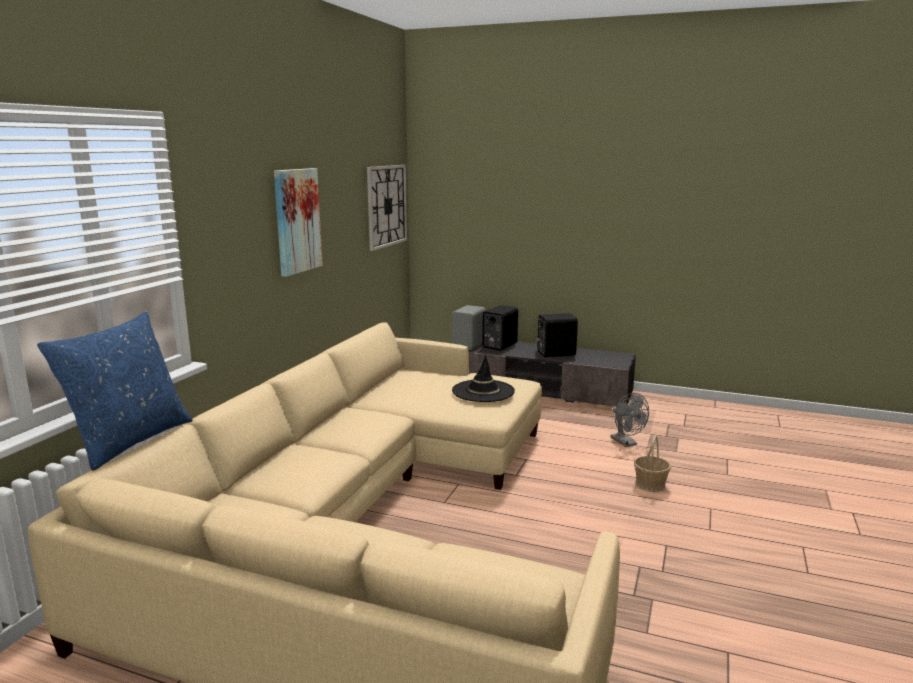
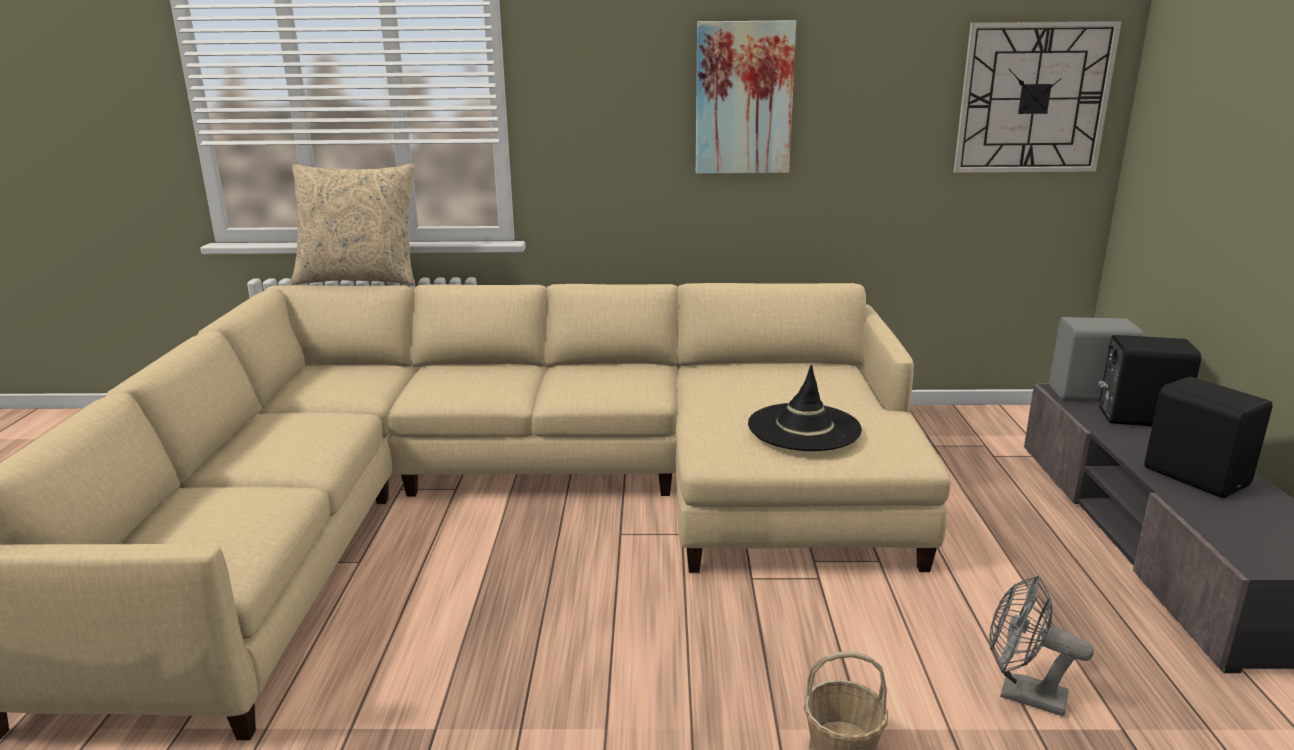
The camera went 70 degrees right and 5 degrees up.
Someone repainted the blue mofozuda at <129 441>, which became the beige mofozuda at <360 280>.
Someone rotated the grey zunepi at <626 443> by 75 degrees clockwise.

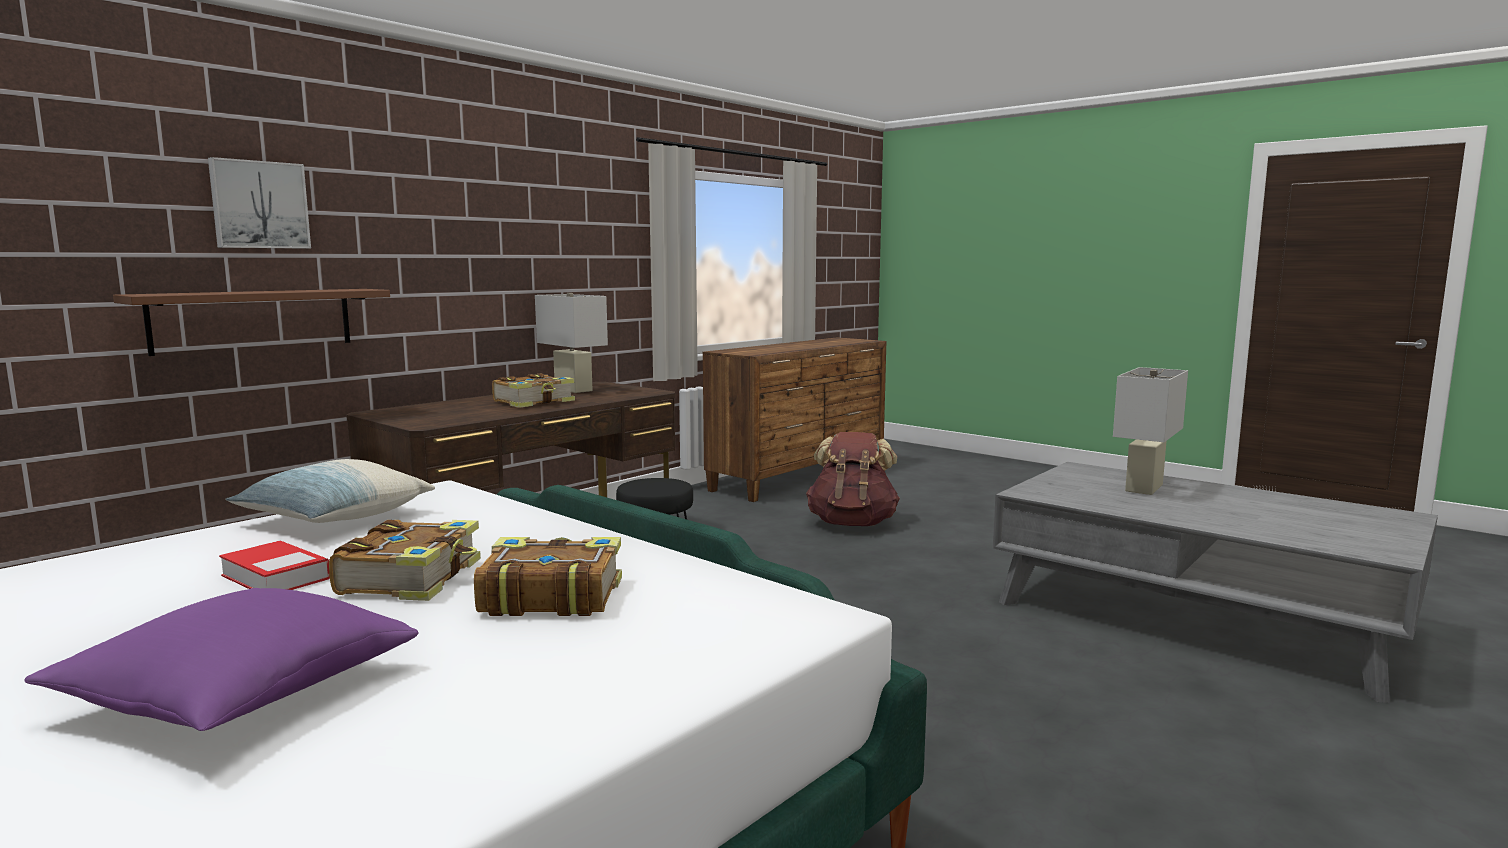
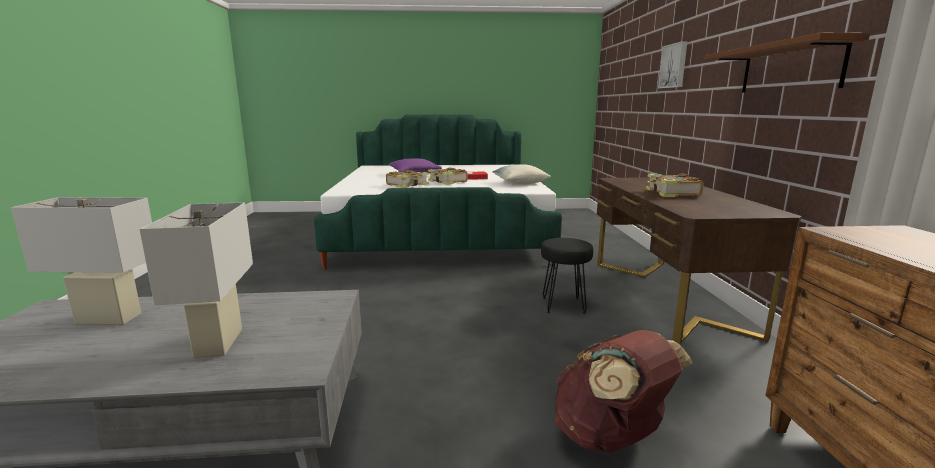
The camera went 135 degrees right and 5 degrees up.
Someone carried the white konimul from <573 390> to <108 319>.
Someone carried the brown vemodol from <253 320> to <789 68>.

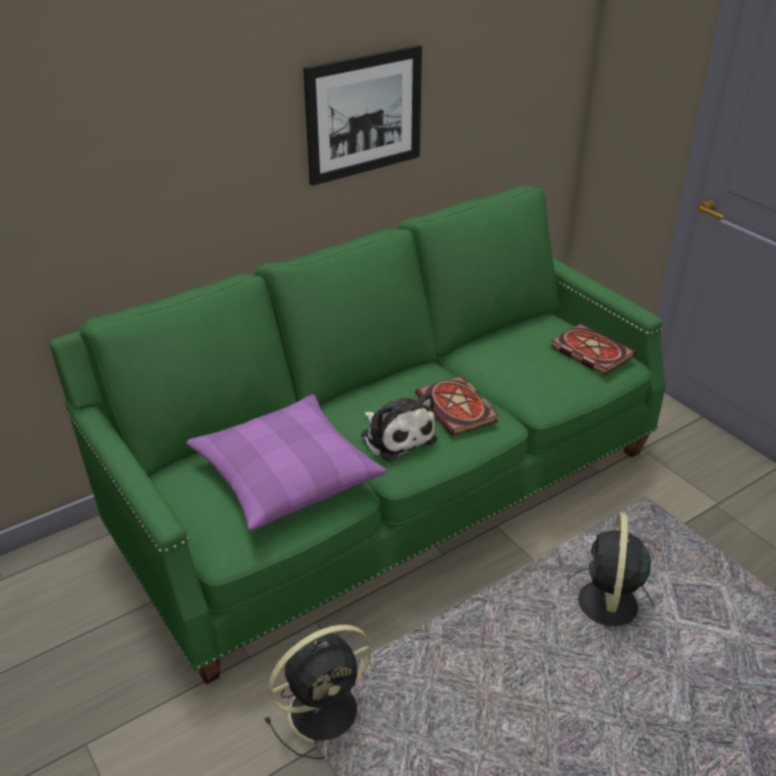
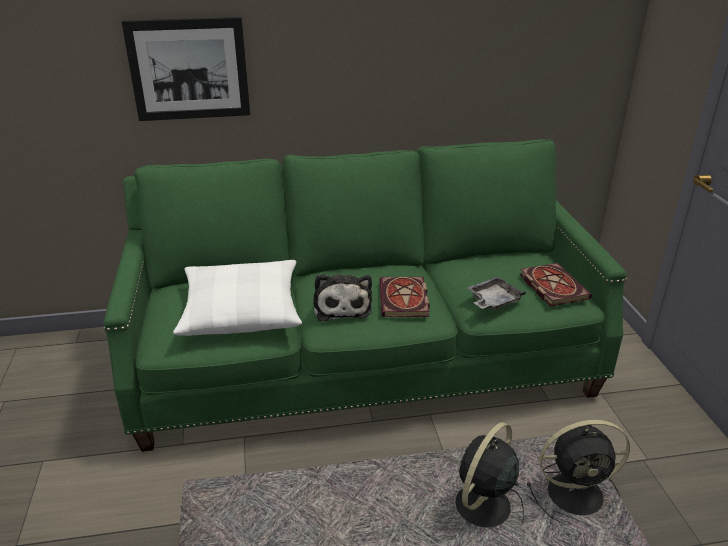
The camera went 25 degrees right and 5 degrees down.
Someone carried the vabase from <364 114> to <189 69>.
Someone repainted the purple mofozuda at <286 474>, which became the white mofozuda at <241 309>.
Someone put down the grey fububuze at <493 301>.
Someone carried the black zunepi from <327 709> to <577 494>.

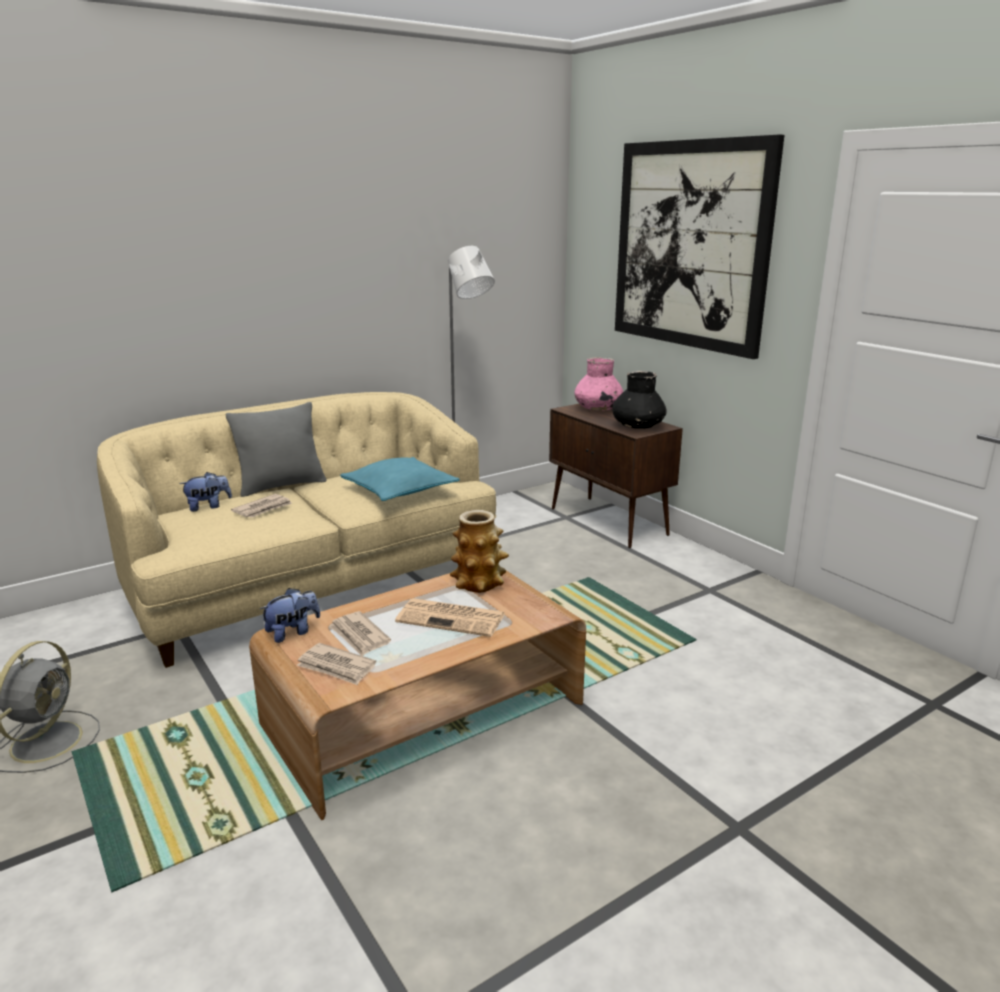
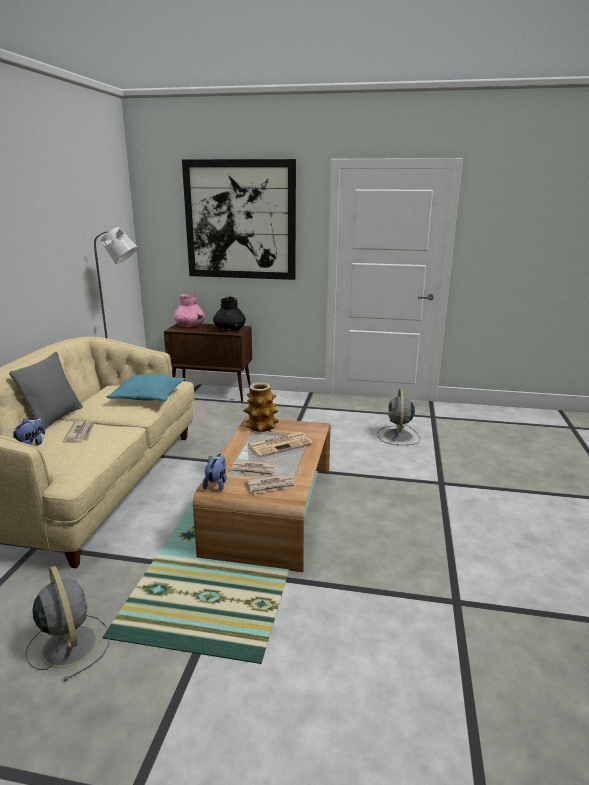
The camera went 45 degrees left and 0 degrees up.
Someone put down the grey zunepi at <398 436>.

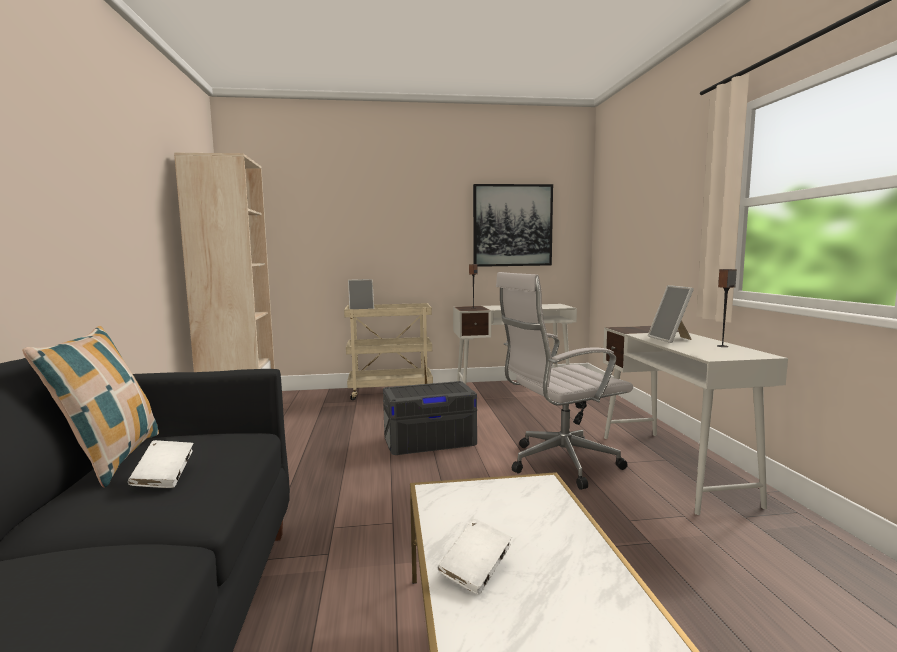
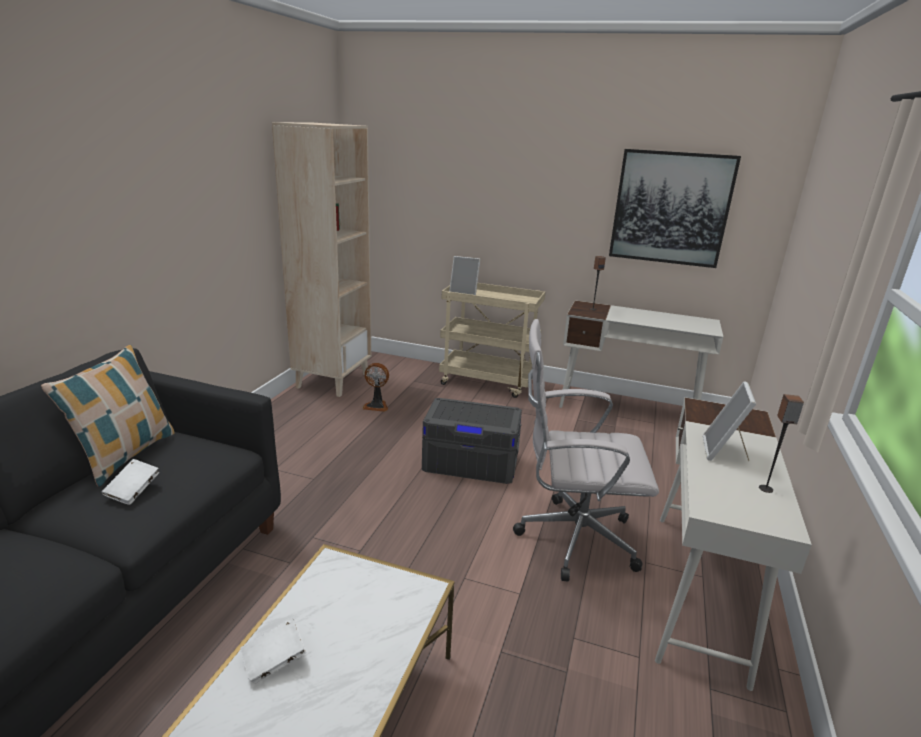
The camera went 25 degrees right and 15 degrees up.
Someone put down the zunepi at <376 405>.

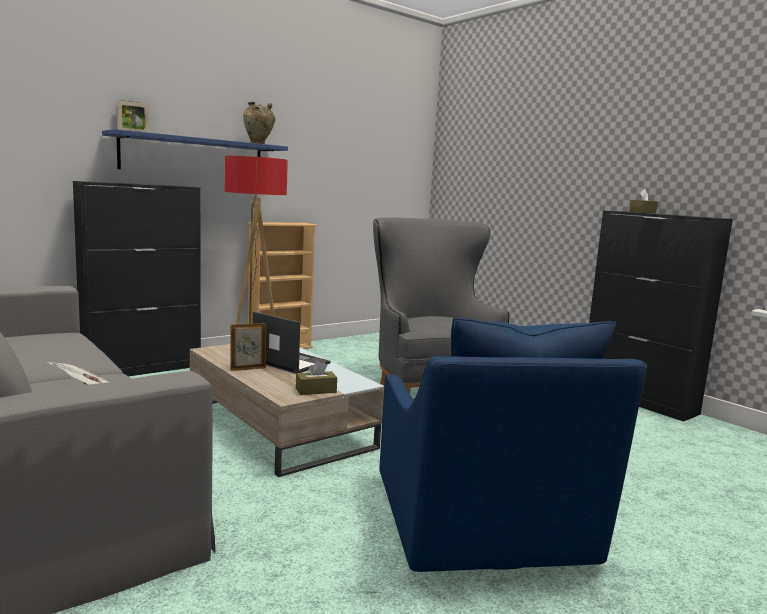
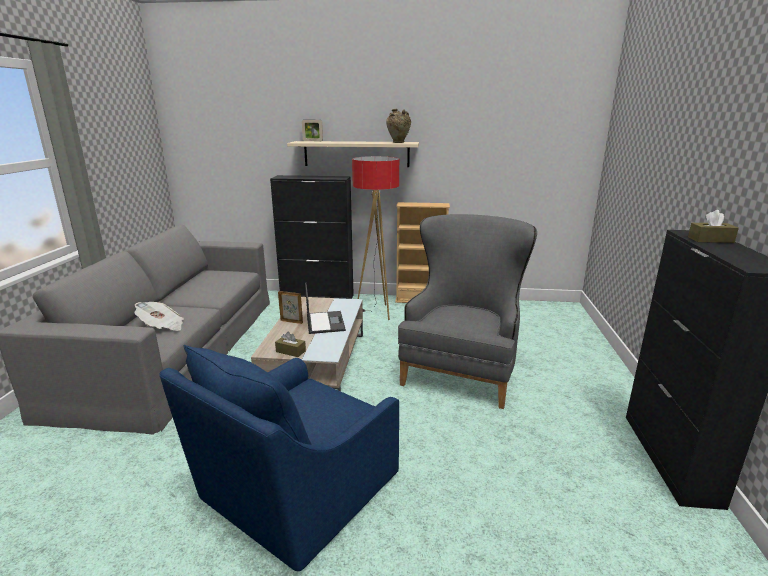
The camera went 45 degrees right and 10 degrees up.
Someone repainted the blue vemodol at <193 156>, which became the beige vemodol at <356 154>.

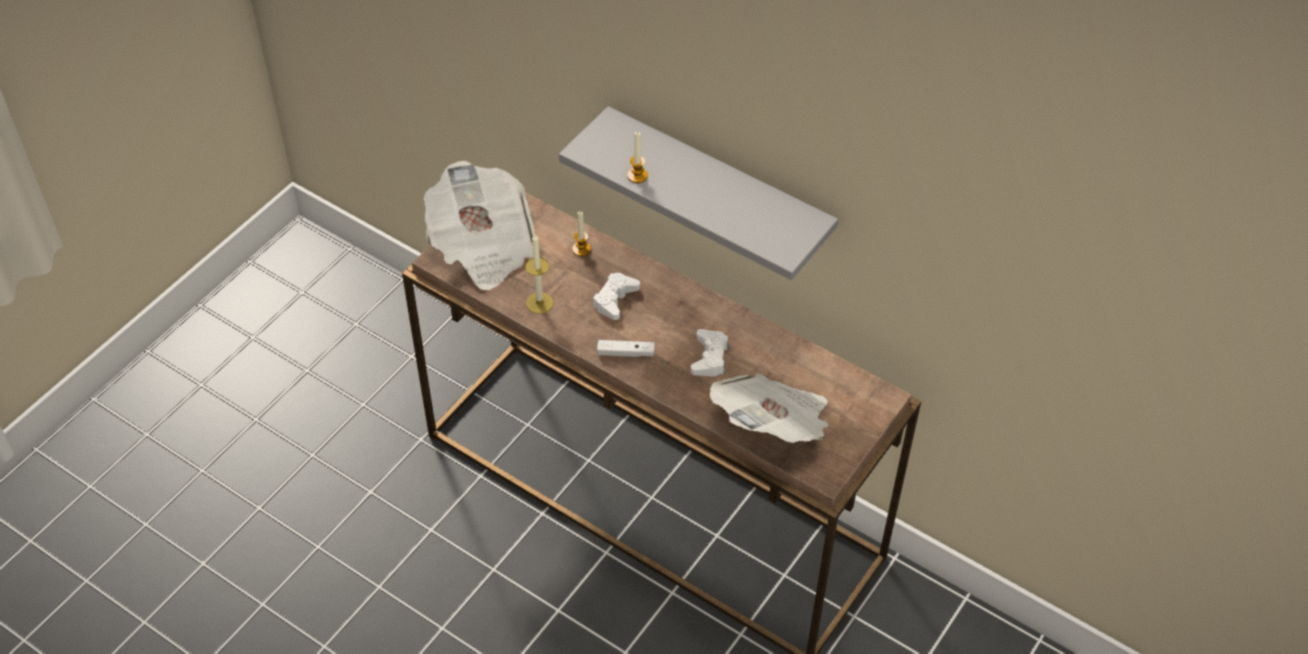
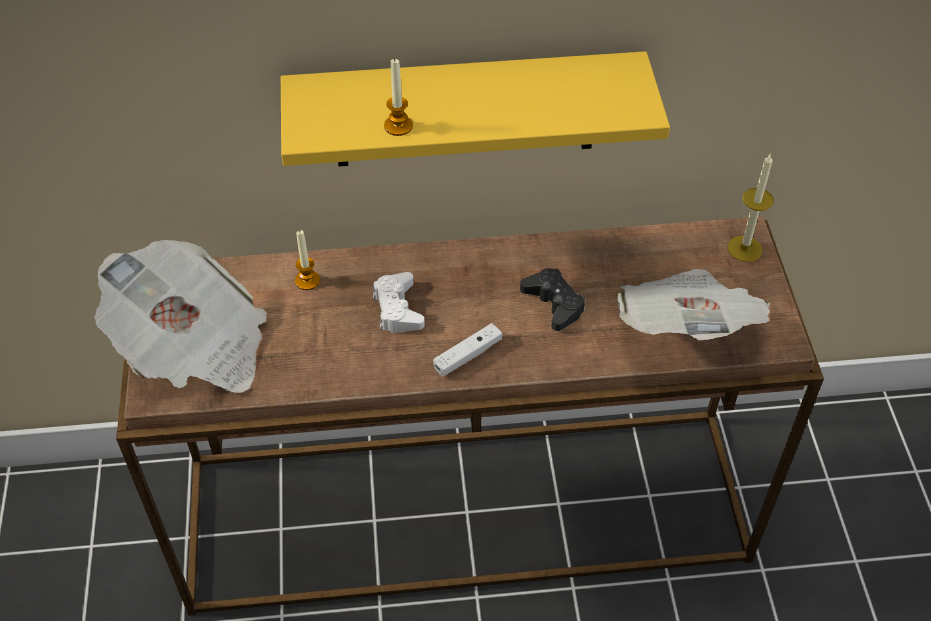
The camera went 40 degrees left and 0 degrees up.
Someone repainted the grey vemodol at <718 193>, which became the yellow vemodol at <465 110>.
Someone repainted the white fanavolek at <709 358>, which became the black fanavolek at <553 303>.
Someone carried the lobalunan from <539 303> to <744 248>.

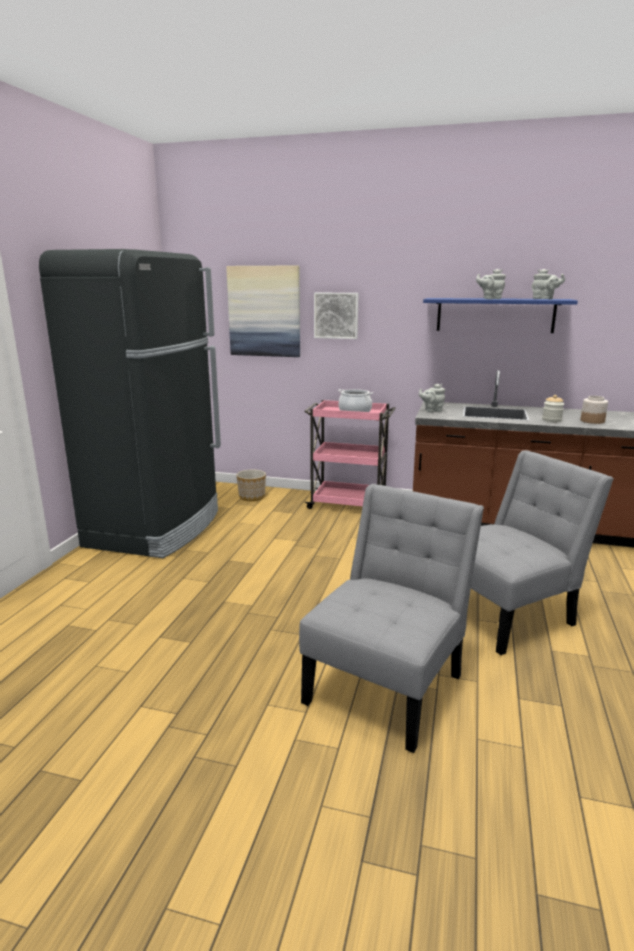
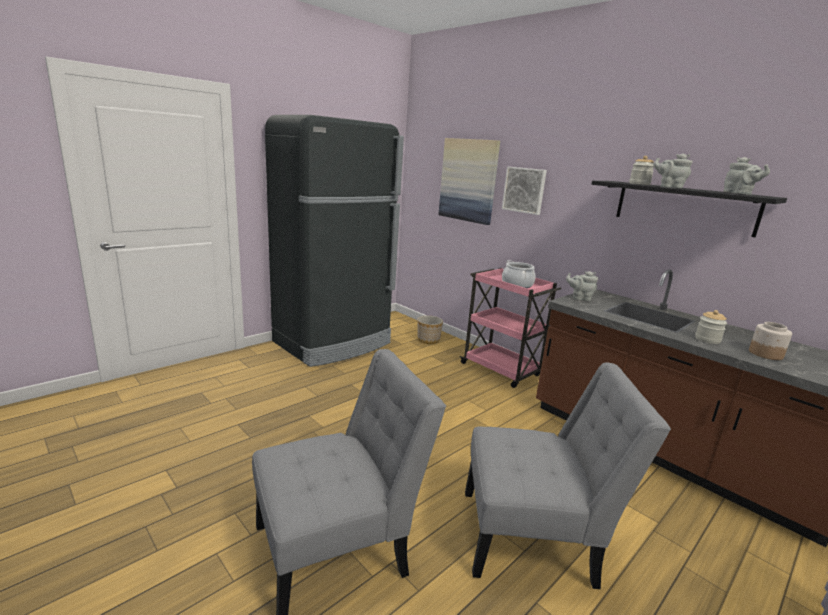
The camera went 30 degrees right and 0 degrees up.
Someone repainted the blue vemodol at <495 315>, which became the black vemodol at <684 207>.
Someone put down the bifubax at <639 184>.

